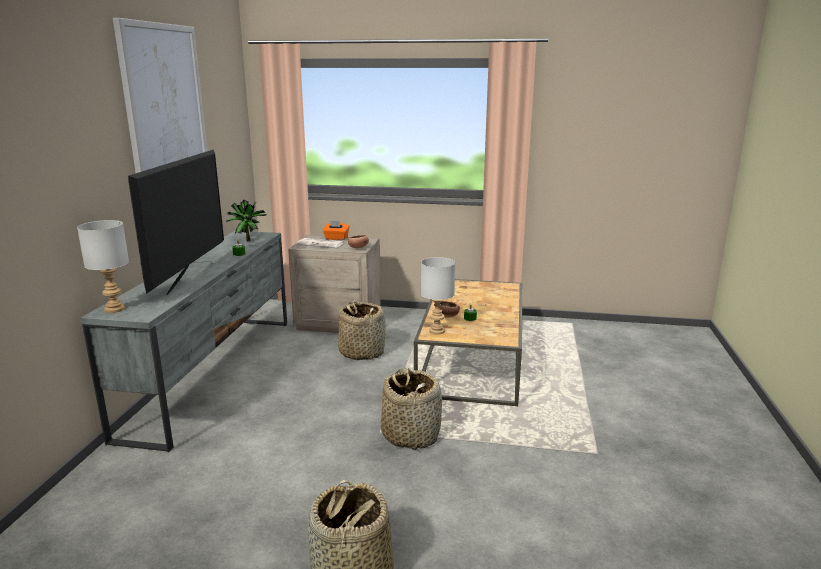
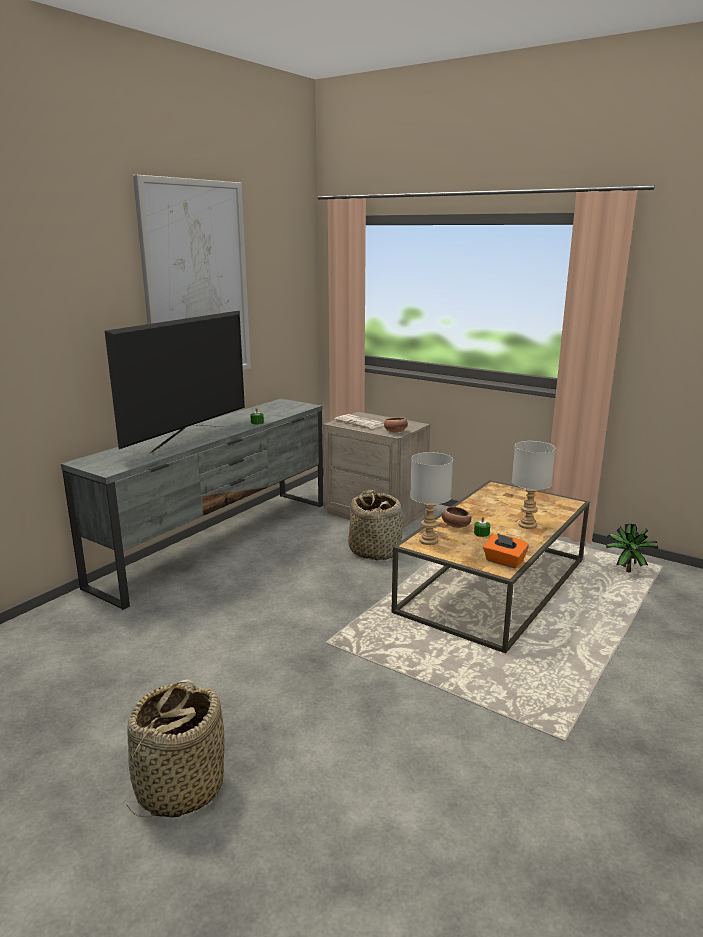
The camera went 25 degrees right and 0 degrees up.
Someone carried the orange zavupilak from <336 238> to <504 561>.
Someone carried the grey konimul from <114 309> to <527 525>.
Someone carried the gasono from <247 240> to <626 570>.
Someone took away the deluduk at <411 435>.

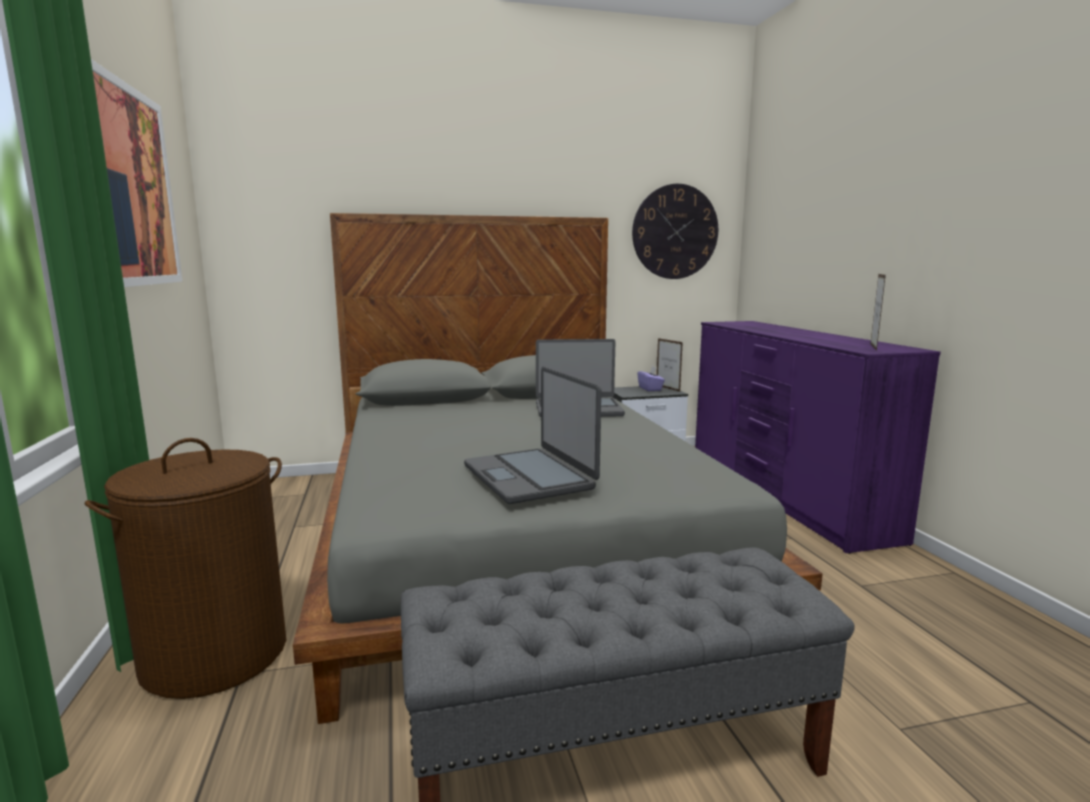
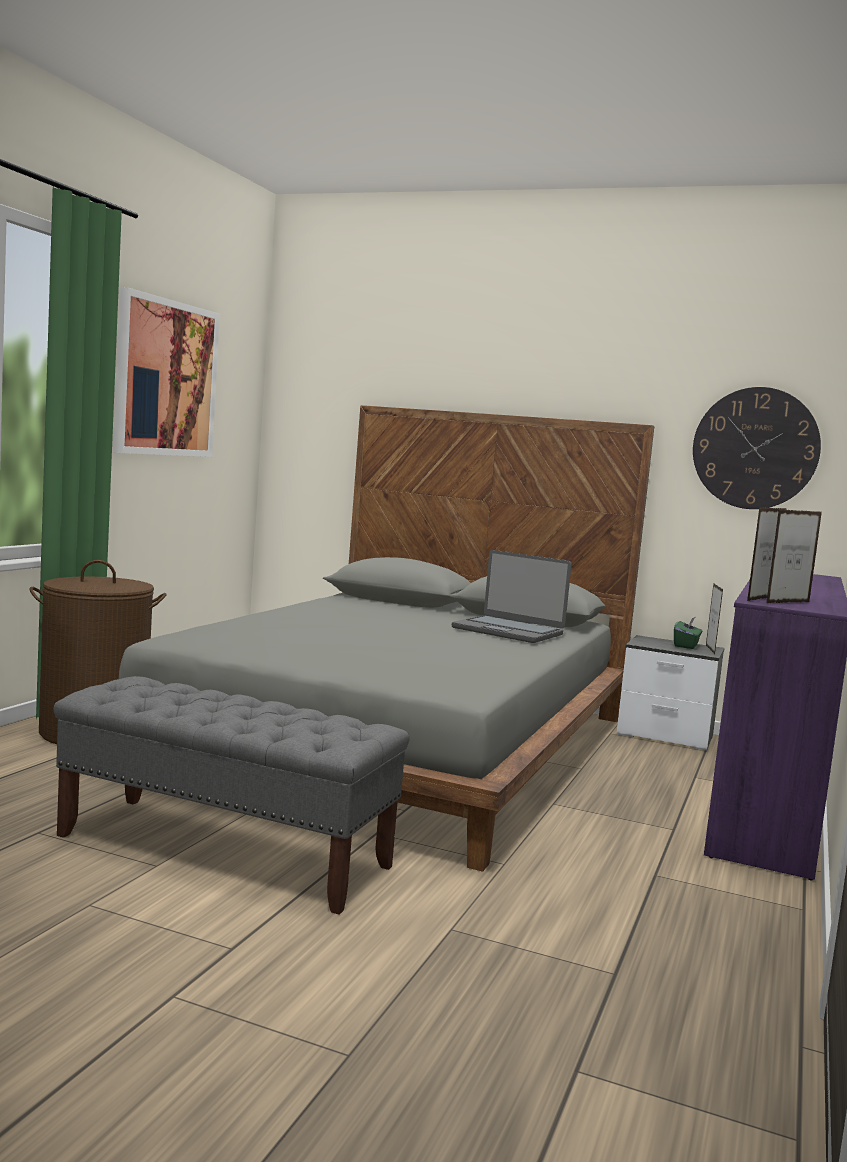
The camera went 35 degrees right and 5 degrees down.
Someone repainted the purple zavupilak at <650 389>, which became the green zavupilak at <686 646>.
Someone put down the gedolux at <761 599>.
Someone took away the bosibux at <530 476>.

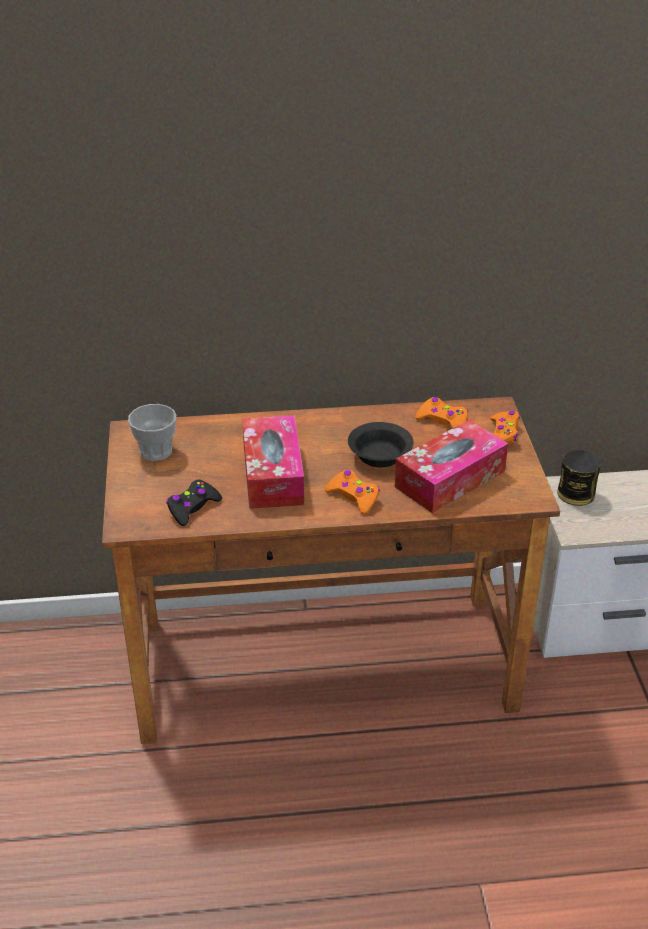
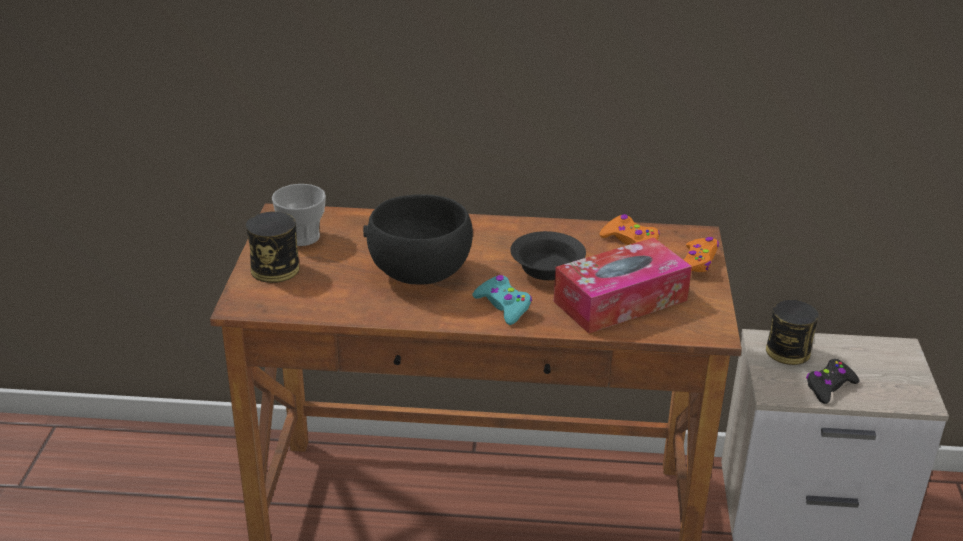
The camera went 10 degrees right and 5 degrees down.
Someone put down the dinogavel at <275 269>.
Someone swapped the zavupilak at <273 474> for the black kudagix at <420 273>.
Someone repainted the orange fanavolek at <353 496>, which became the turquoise fanavolek at <503 306>.
Someone carried the black fanavolek from <192 507> to <829 387>.

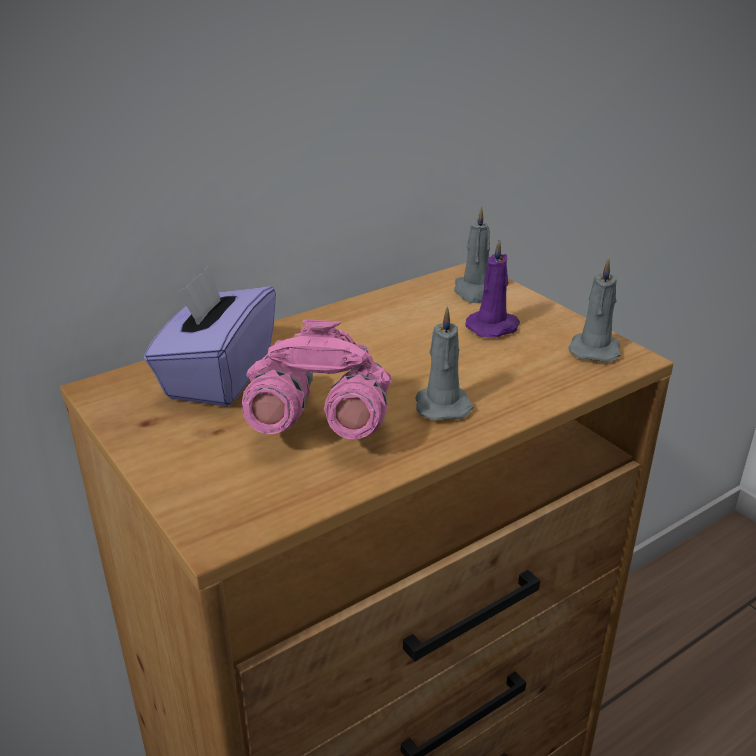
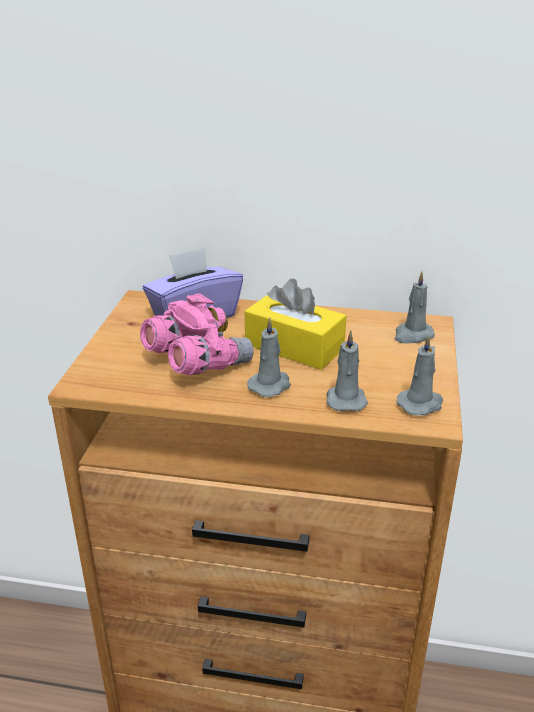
The camera went 45 degrees right and 0 degrees up.
Someone put down the yellow zavupilak at <294 346>.
Someone put down the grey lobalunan at <345 399>.
Someone took away the purple lobalunan at <494 327>.

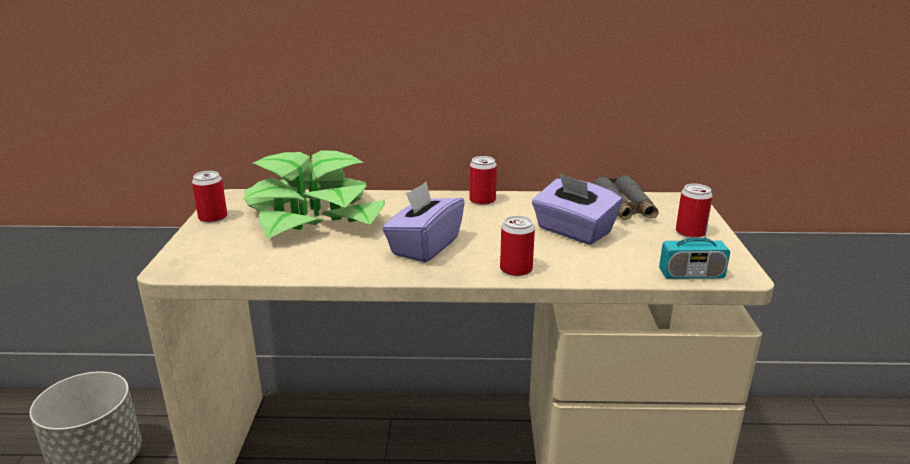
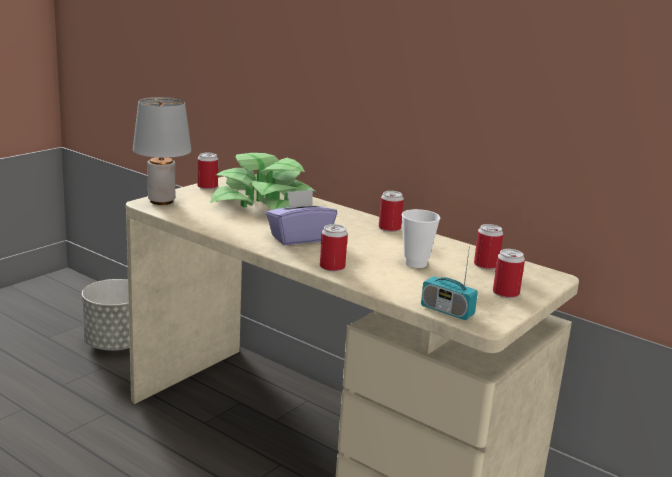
The camera went 35 degrees right and 5 degrees down.
Someone put down the grey konimul at <161 201>.
Someone swapped the purple zavupilak at <573 231> for the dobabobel at <415 263>.
Someone swapped the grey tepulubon at <624 209> for the dinogavel at <486 265>.

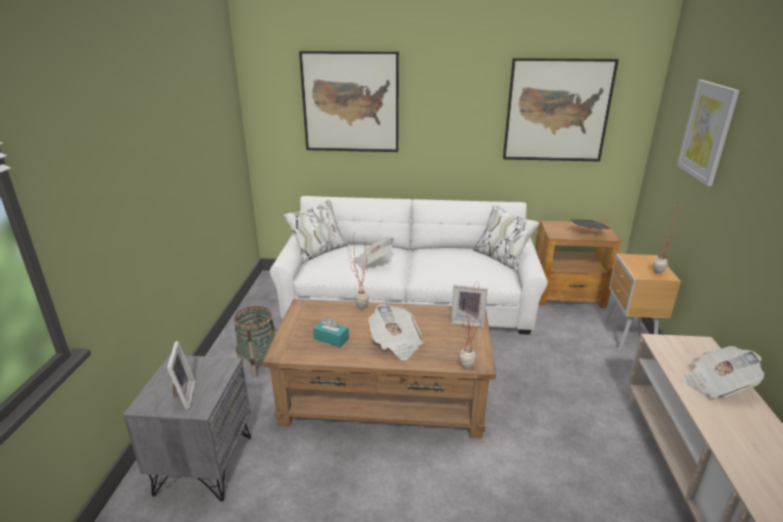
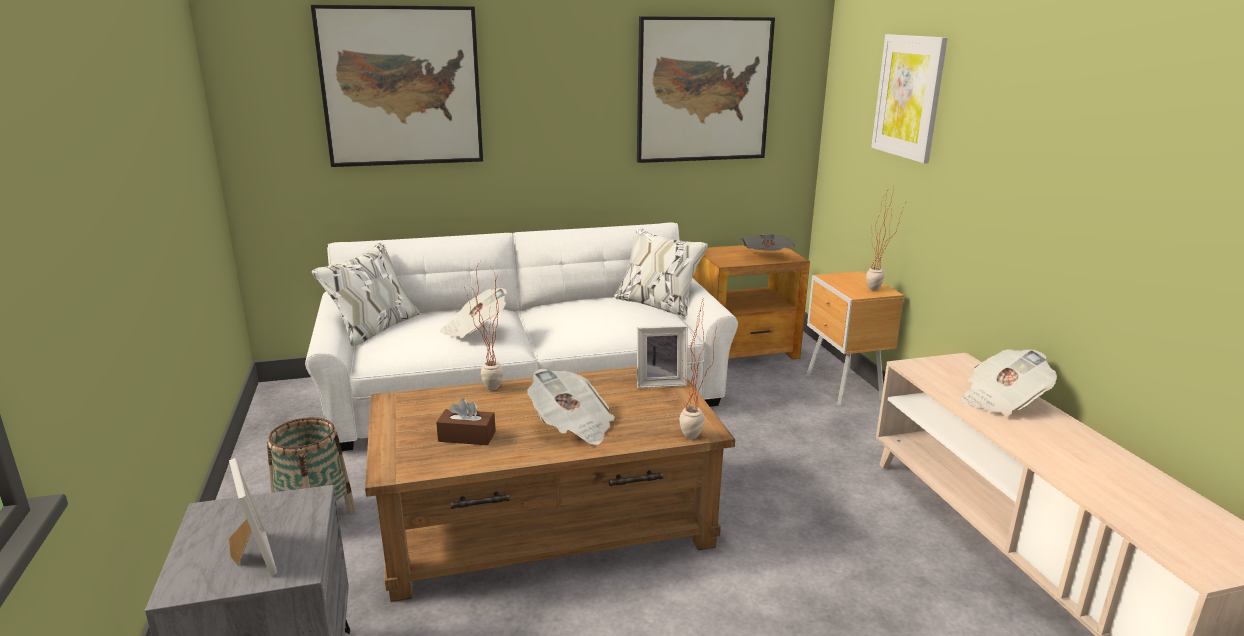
The camera went 20 degrees left and 5 degrees down.
Someone repainted the turquoise zavupilak at <331 339>, which became the brown zavupilak at <467 436>.

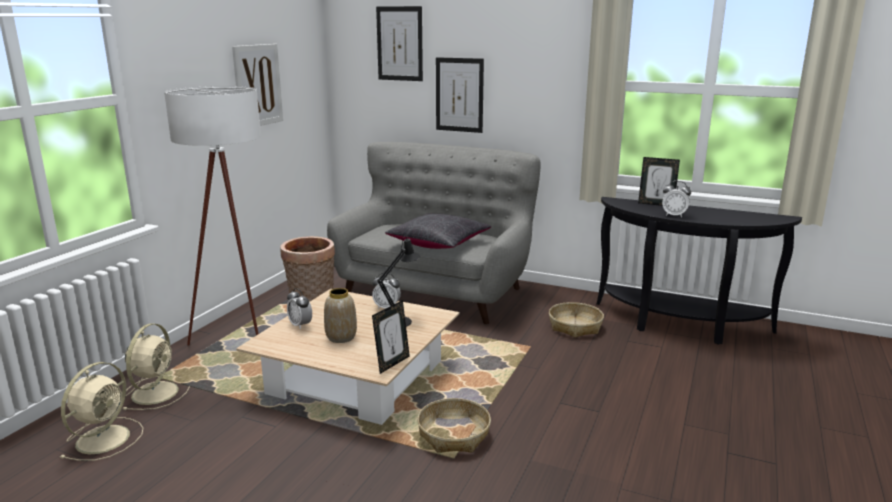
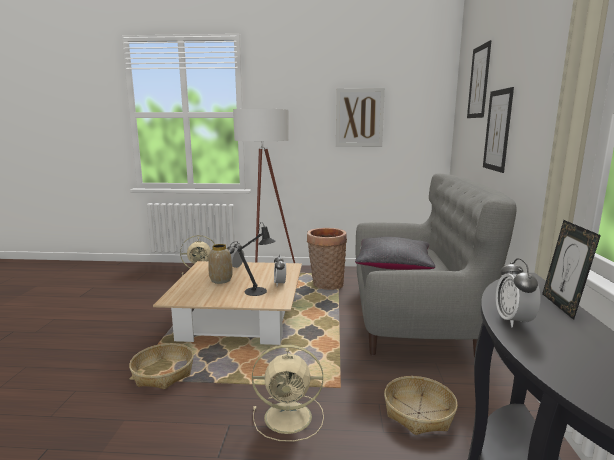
The camera went 70 degrees right and 5 degrees down.
Someone carried the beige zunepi from <105 438> to <290 417>.
Someone took away the gedolux at <392 363>.

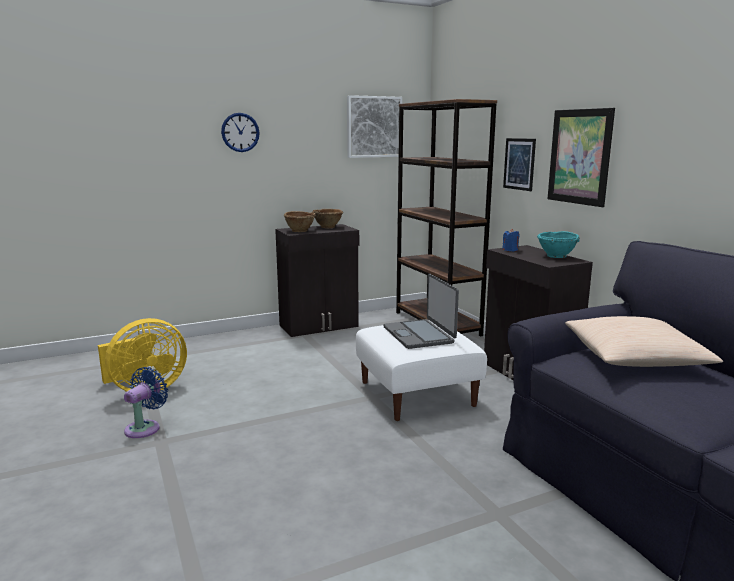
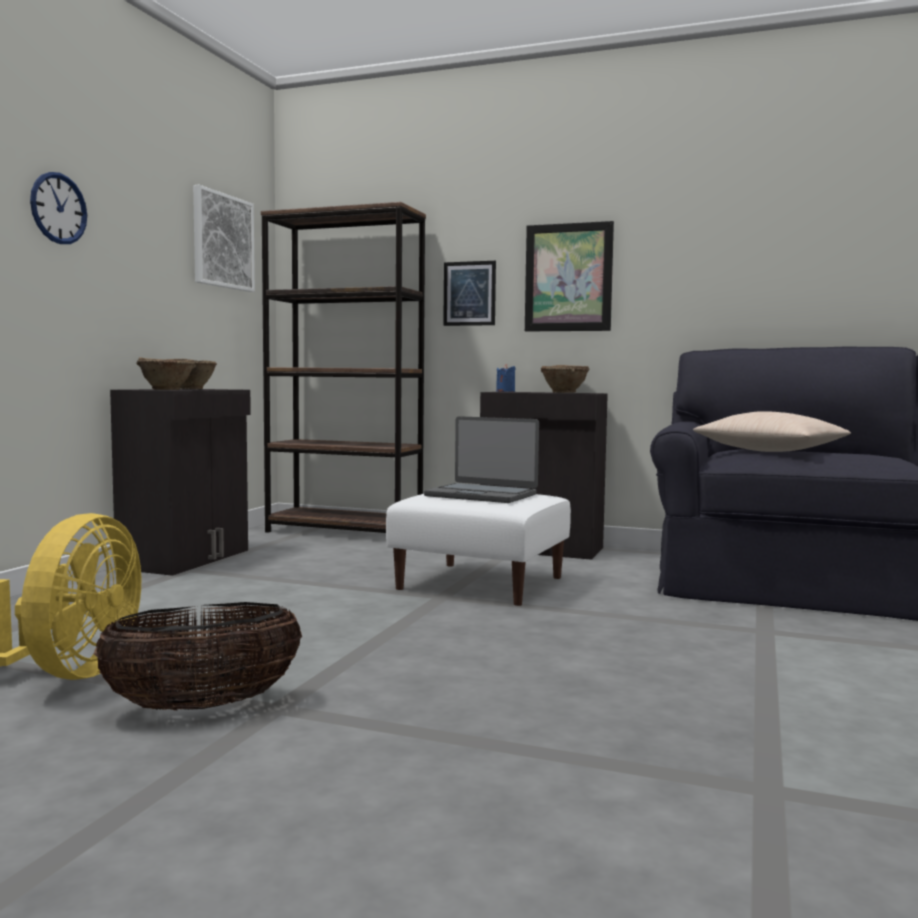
The camera went 45 degrees left and 10 degrees down.
Someone swapped the blue zunepi at <145 427> for the deluduk at <203 706>.
Someone repainted the turquoise kudagix at <556 256>, which became the brown kudagix at <564 392>.

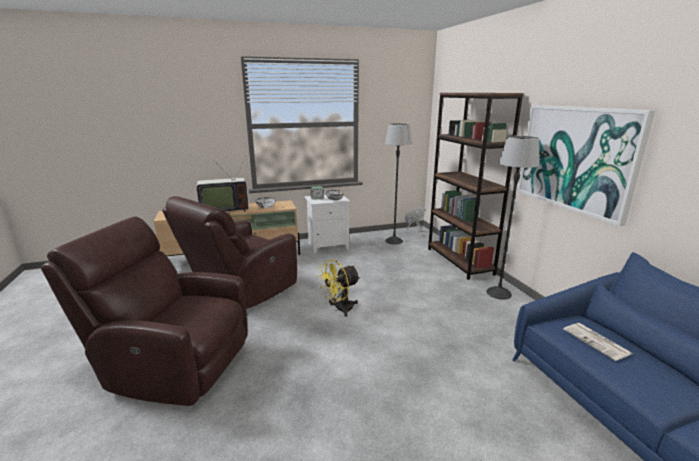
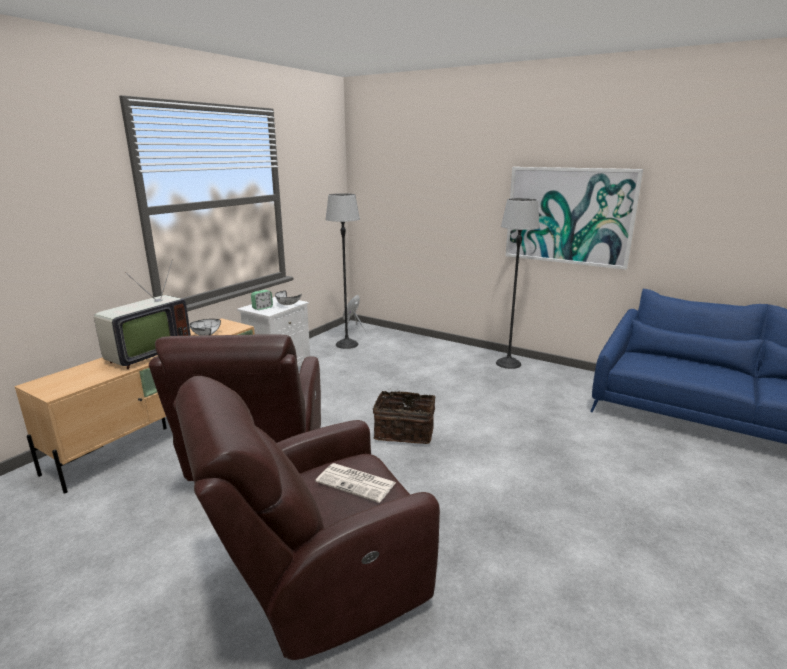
The camera went 40 degrees left and 0 degrees up.
Someone carried the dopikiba from <597 342> to <357 482>.
Someone swapped the yellow zunepi at <340 309> for the deluduk at <404 431>.
Someone took away the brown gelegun at <459 261>.

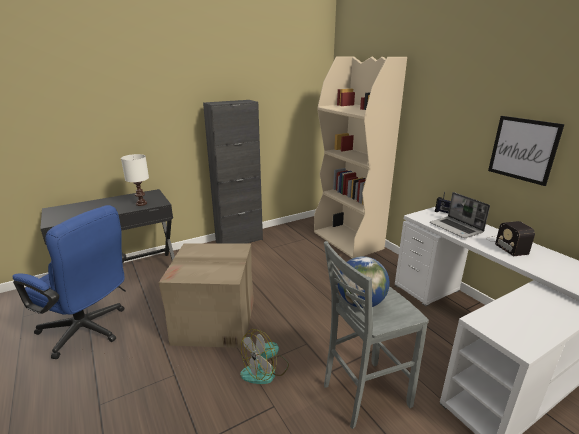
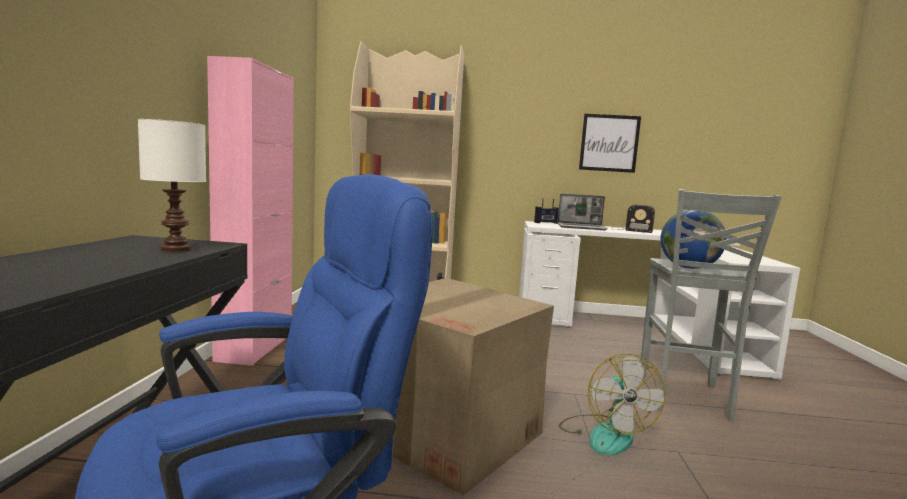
The camera went 55 degrees left and 15 degrees down.
Someone repainted the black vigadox at <239 241>, which became the pink vigadox at <255 347>.

